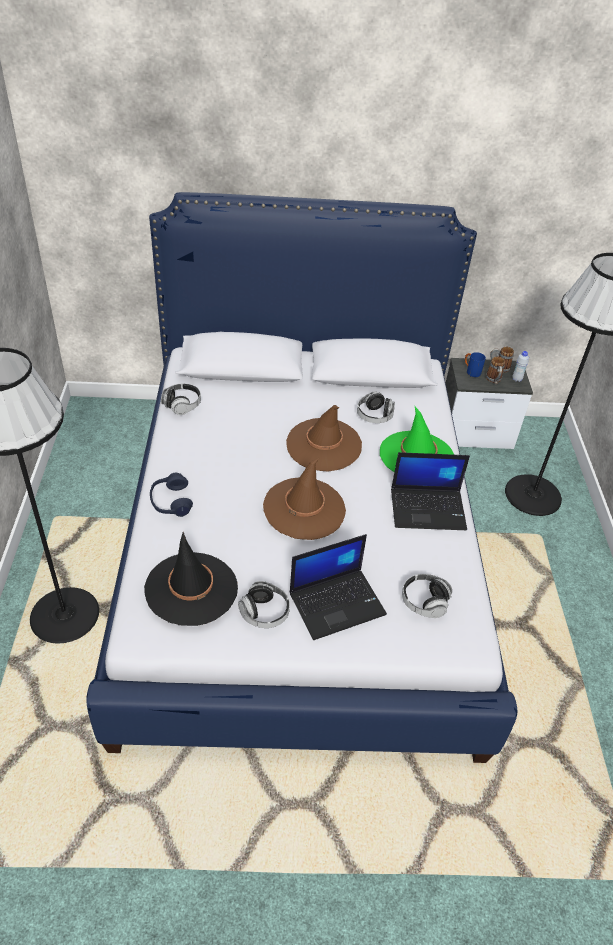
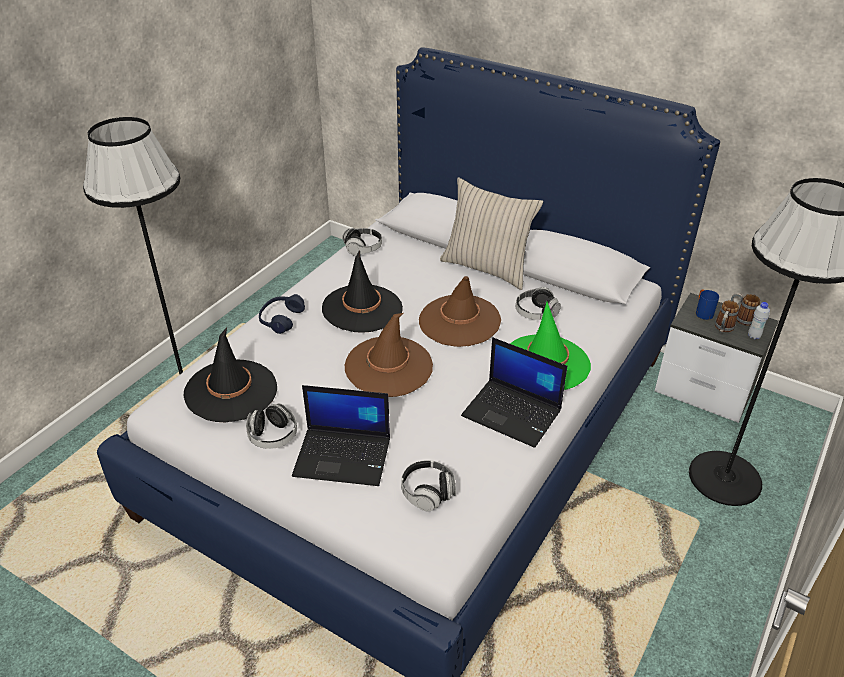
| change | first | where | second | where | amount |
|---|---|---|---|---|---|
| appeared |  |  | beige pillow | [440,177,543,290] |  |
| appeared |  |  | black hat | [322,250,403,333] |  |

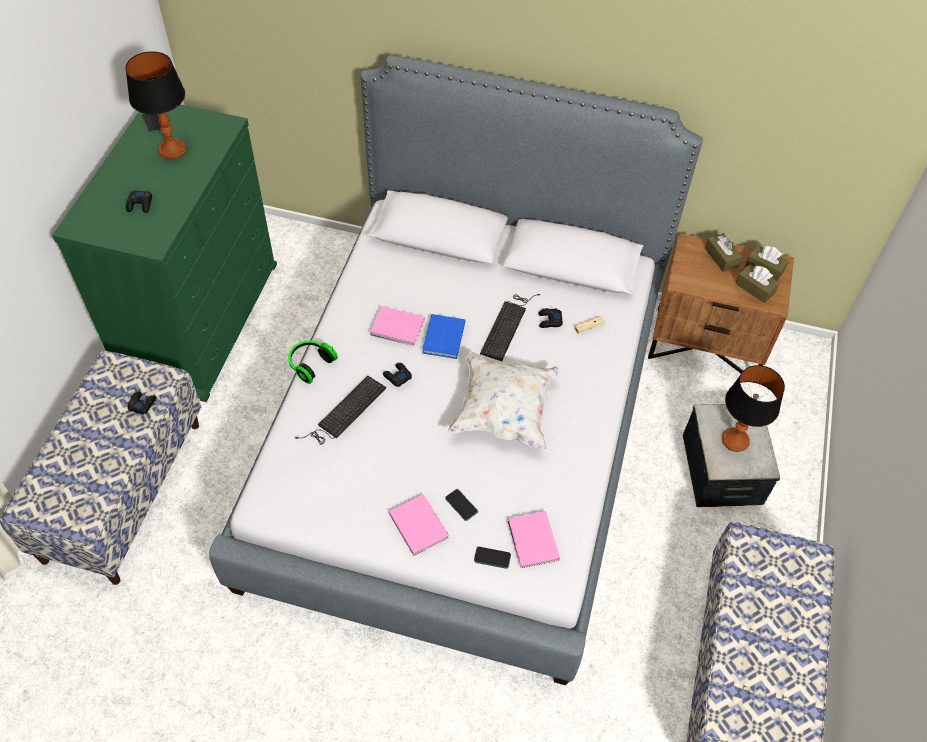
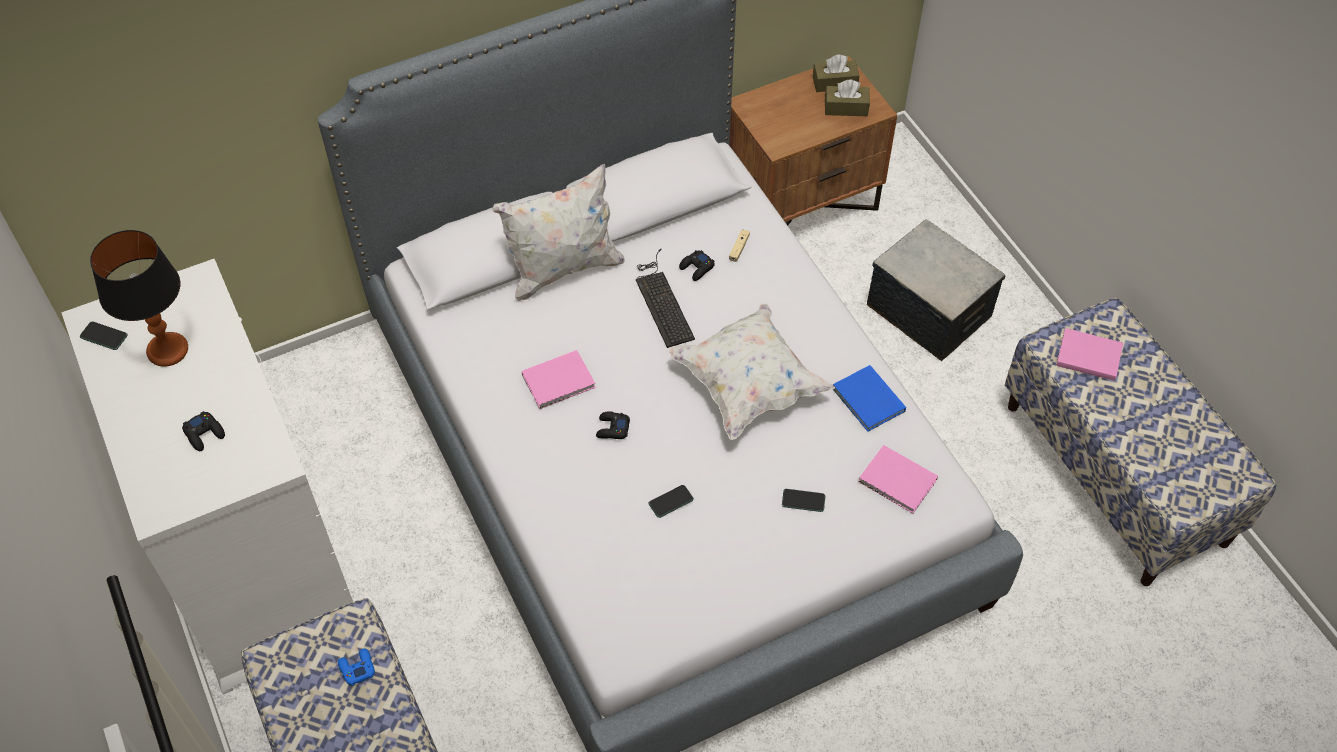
| change | first | where | second | where | amount |
|---|---|---|---|---|---|
| colour | green dresser | [52,104,277,402] | white dresser | [61,259,353,695] |  |
| missing | brown tissue box | [705,233,742,272] |  |  |  |
| relocated | blue book | [422,314,465,359] |  | [833,365,906,432] |  |
| missing | headphones | [288,341,338,384] |  |  |  |
| missing | table lamp | [722,365,785,452] |  |  |  |
| missing | keyboard | [295,376,386,445] |  |  |  |
| colour | black game controller | [128,392,156,414] | blue game controller | [338,649,375,686] |  |
| relocated | pink book | [389,494,449,556] |  | [1056,328,1123,381] |  |
| relocated | phone | [474,547,511,569] |  | [648,485,694,518] |  |
| appeared |  |  | white pillow | [493,164,625,301] |  |

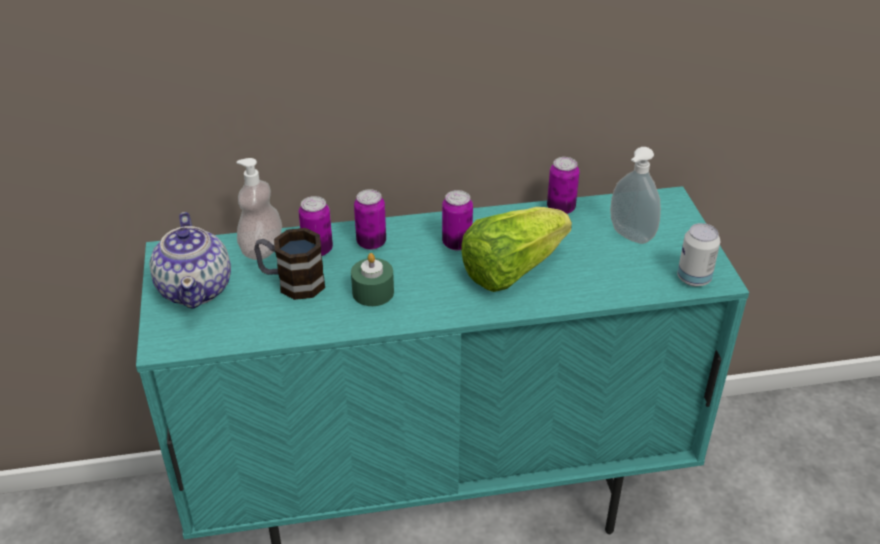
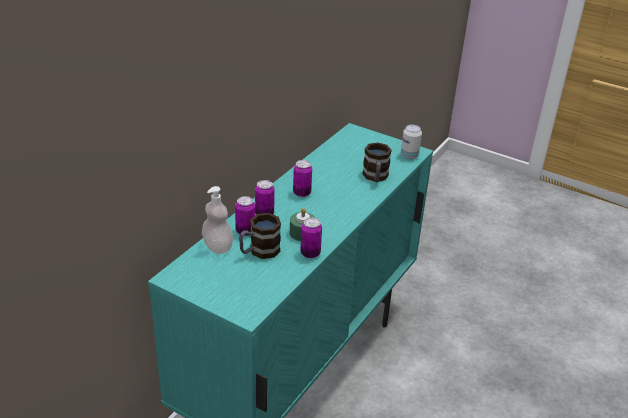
| change | first | where | second | where | amount |
|---|---|---|---|---|---|
| missing | soap dispenser | [610,147,661,244] |  |  |  |
| relocated | can | [547,157,580,214] |  | [300,218,322,258] |  |
| missing | lettuce | [461,207,572,292] |  |  |  |
| missing | teapot | [149,212,231,309] |  |  |  |
| appeared |  |  | mug | [362,142,392,182] |  |

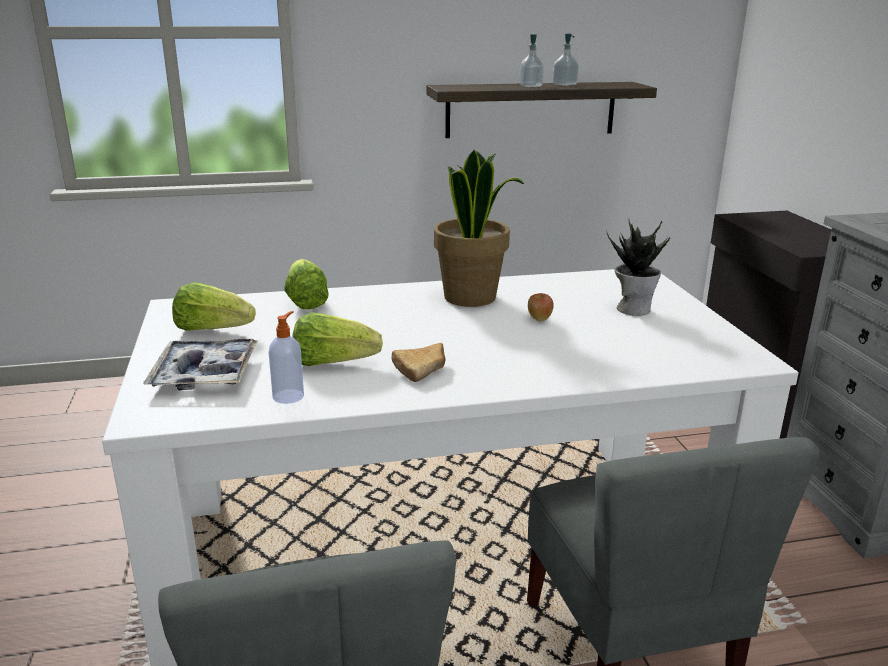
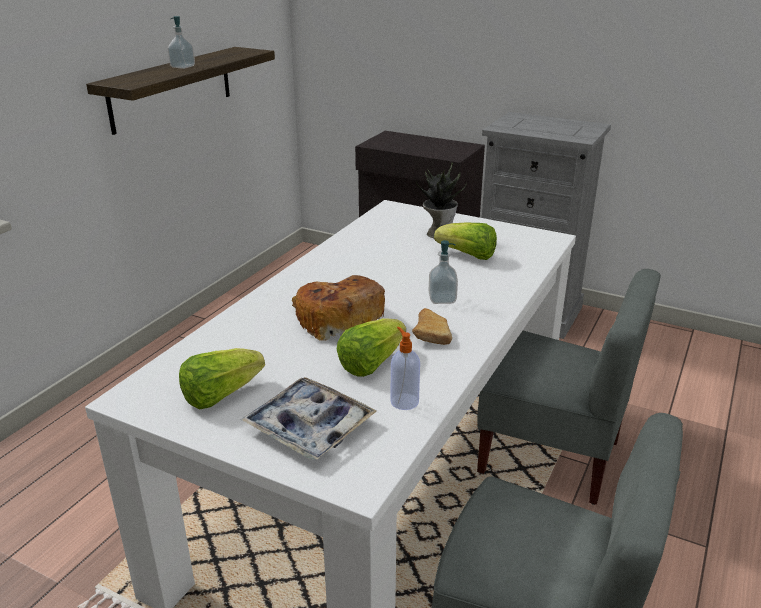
| change | first | where | second | where | amount |
|---|---|---|---|---|---|
| relocated | soap dispenser | [553,34,579,86] |  | [429,240,458,304] |  |
| missing | potted plant | [434,150,524,307] |  |  |  |
| relocated | lettuce | [284,259,329,309] |  | [434,222,497,260] |  |
| missing | apple | [528,293,554,322] |  |  |  |
| appeared |  |  | bread | [292,275,385,341] |  |

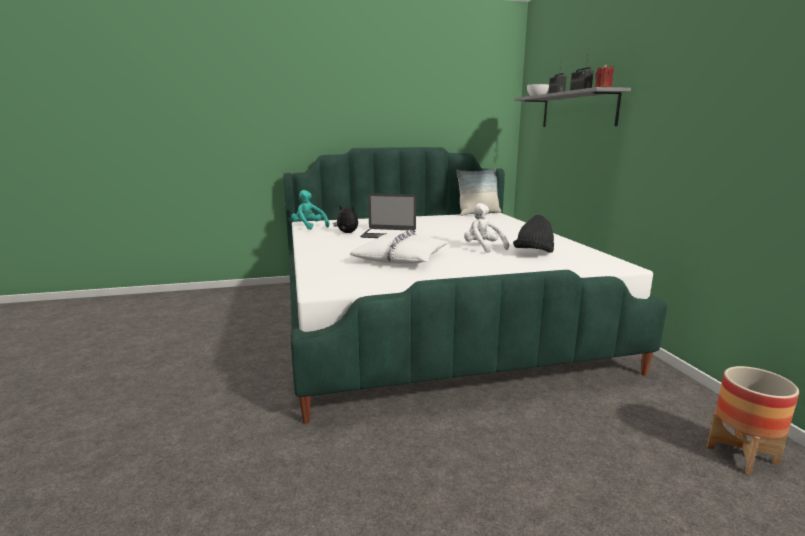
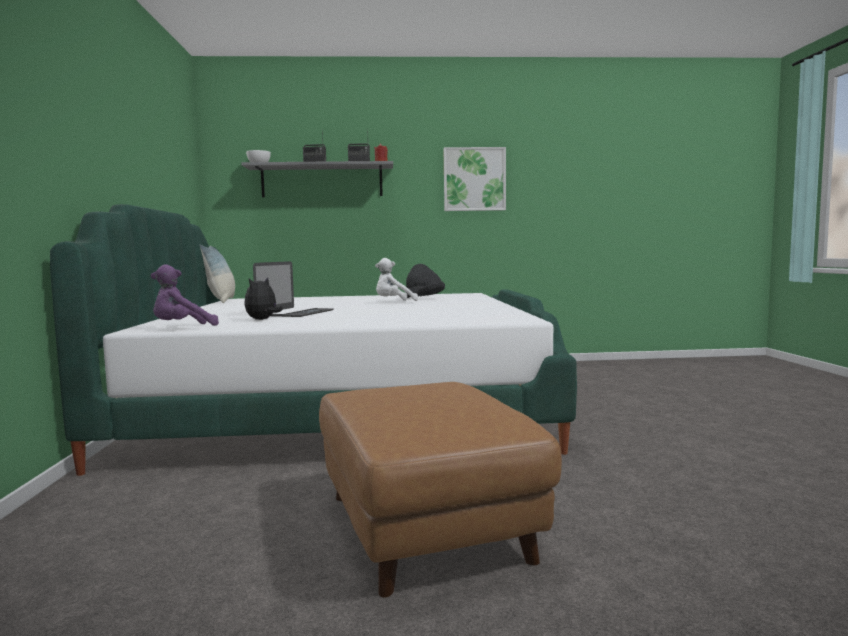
| change | first | where | second | where | amount |
|---|---|---|---|---|---|
| colour | turquoise plush toy | [291,190,329,230] | purple plush toy | [151,264,219,326] |  |
| missing | white pillow | [350,229,449,264] |  |  |  |
| missing | planter | [707,366,799,475] |  |  |  |
| appeared |  |  | picture | [443,147,506,211] |  |
| appeared |  |  | brown ottoman | [319,382,562,598] |  |

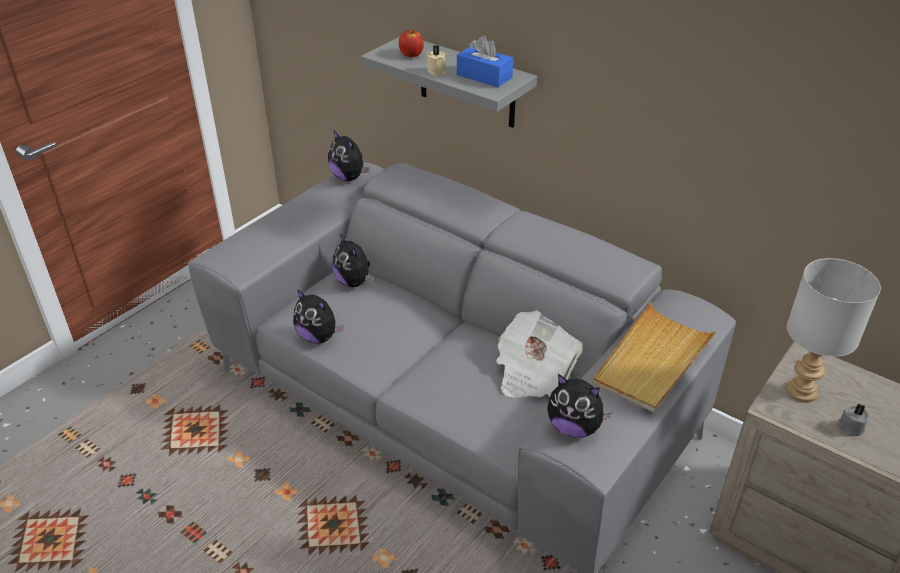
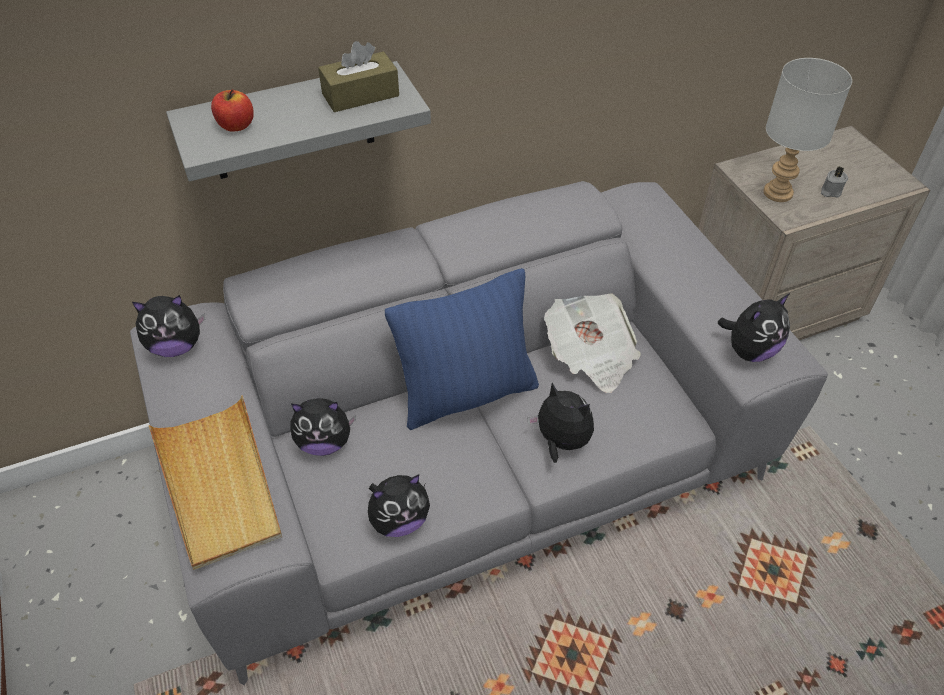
| change | first | where | second | where | amount |
|---|---|---|---|---|---|
| colour | blue tissue box | [457,36,513,87] | brown tissue box | [318,41,399,112] |  |
| missing | beige candle | [426,45,446,76] |  |  |  |
| relocated | beige tray | [593,302,718,413] |  | [149,395,282,570] |  |
| appeared |  |  | blue pillow | [385,268,539,430] |  |
| appeared |  |  | plush toy | [528,383,594,463] |  |

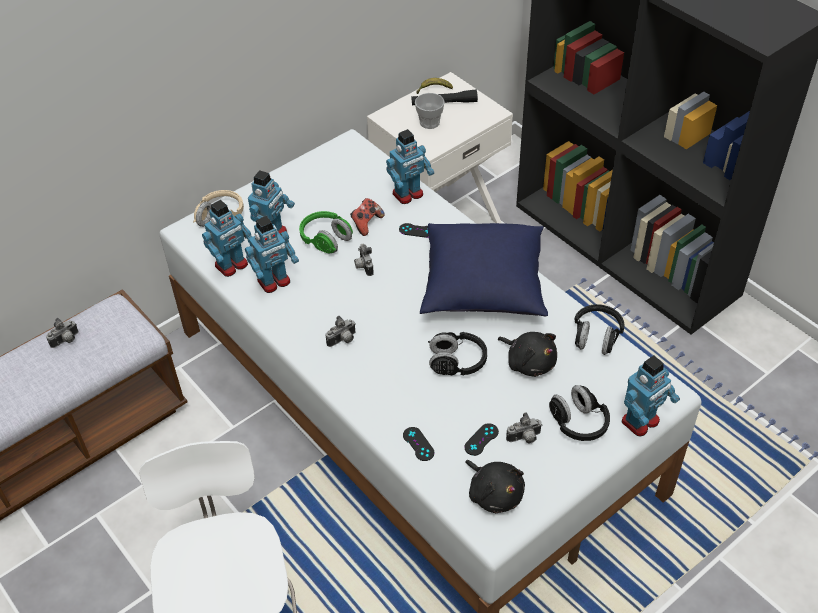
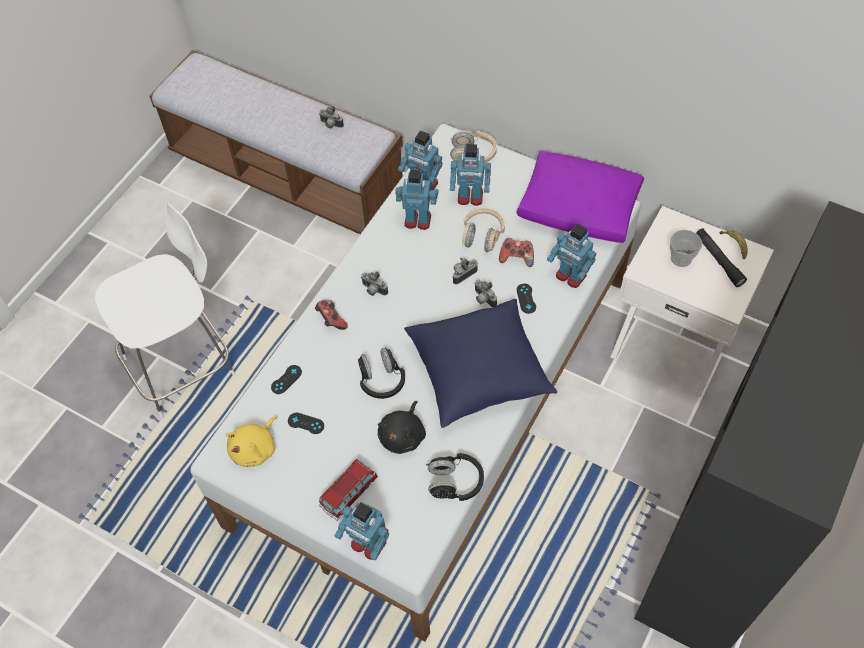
| change | first | where | second | where | amount |
|---|---|---|---|---|---|
| colour | green headphones | [299,211,353,253] | beige headphones | [462,208,505,252] |  |
| spun | toy robot | [245,216,299,293] |  | [395,169,439,230] | 150 degrees clockwise |
| exchanged | black headphones | [549,385,610,441] | toy car | [319,458,378,521] |  |
| relocated | photo camera | [506,412,542,444] |  | [474,279,497,307] |  |
| colour | black plush toy | [465,460,525,513] | yellow plush toy | [226,417,277,467] |  |
| appeared |  |  | purple pillow | [517,151,644,243] |  |
| appeared |  |  | game controller | [315,300,348,330] |  |

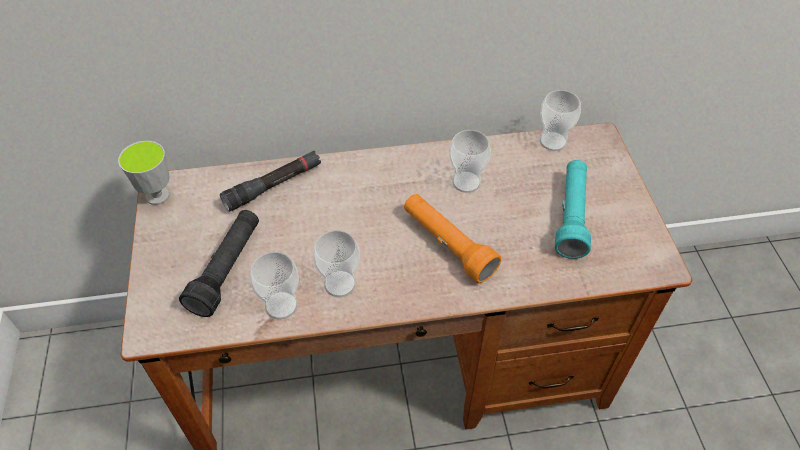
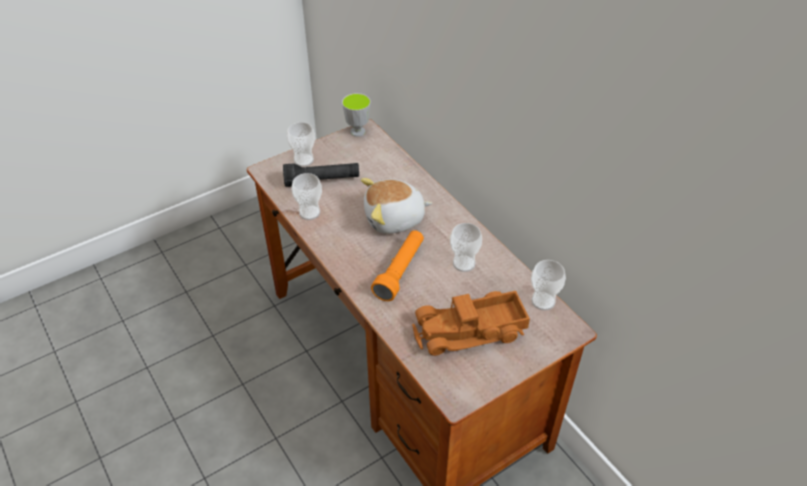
| change | first | where | second | where | amount |
|---|---|---|---|---|---|
| missing | black flashlight | [220,151,321,212] |  |  |  |
| exchanged | turquoise flashlight | [555,160,591,259] | toy truck | [412,291,530,356] |  |
| relocated | cup | [313,230,360,297] |  | [287,122,315,167] |  |
| appeared |  |  | plush toy | [361,178,432,234] |  |

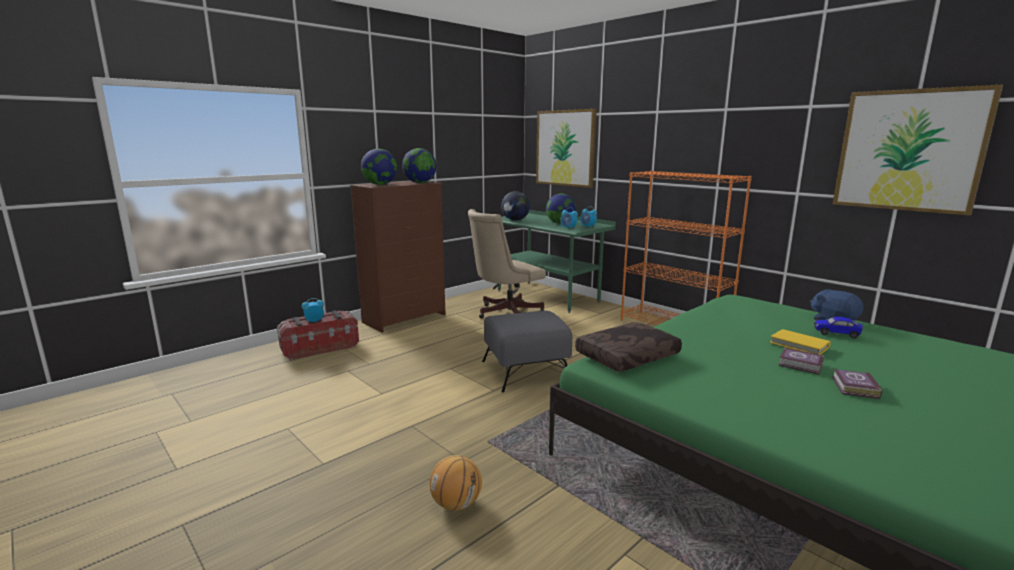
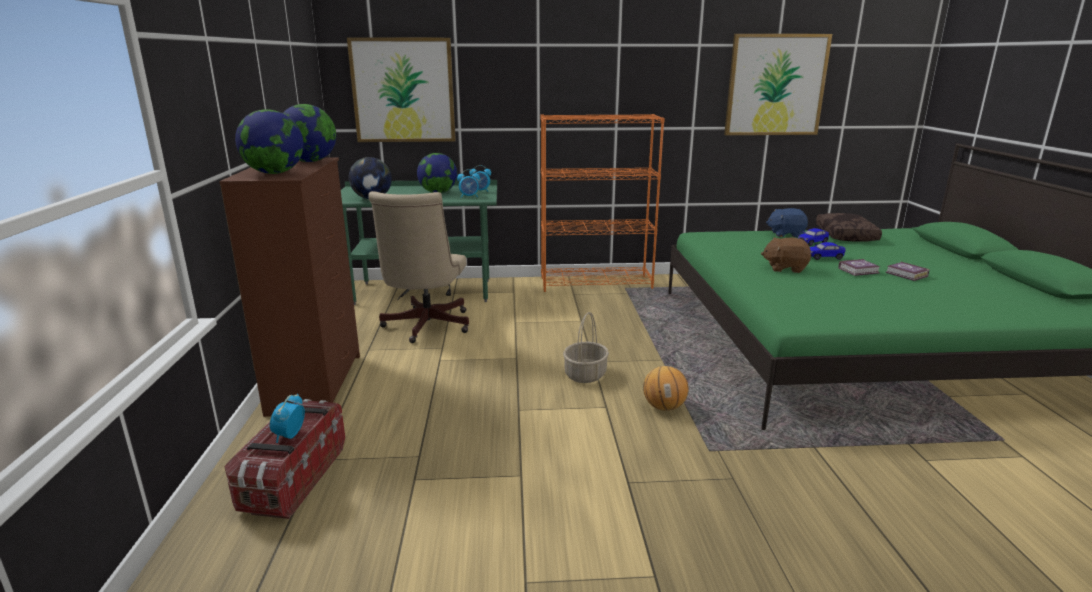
| change | first | where | second | where | amount |
|---|---|---|---|---|---|
| exchanged | grey ottoman | [482,311,572,392] | basket | [563,312,609,383] |  |
| relocated | brown pillow | [575,322,682,372] |  | [816,213,882,241] |  |
| exchanged | yellow book | [770,329,831,355] | toy car | [810,242,846,260] |  |
| relocated | basketball | [430,455,482,511] |  | [643,366,689,411] |  |
| appeared |  |  | brown plush toy | [761,238,811,273] |  |

